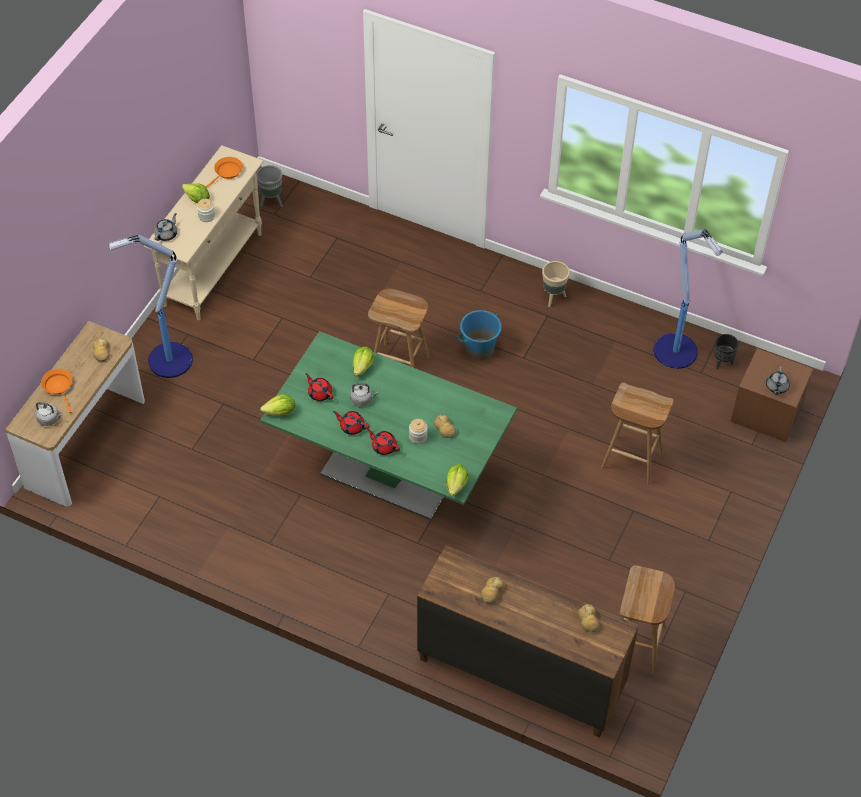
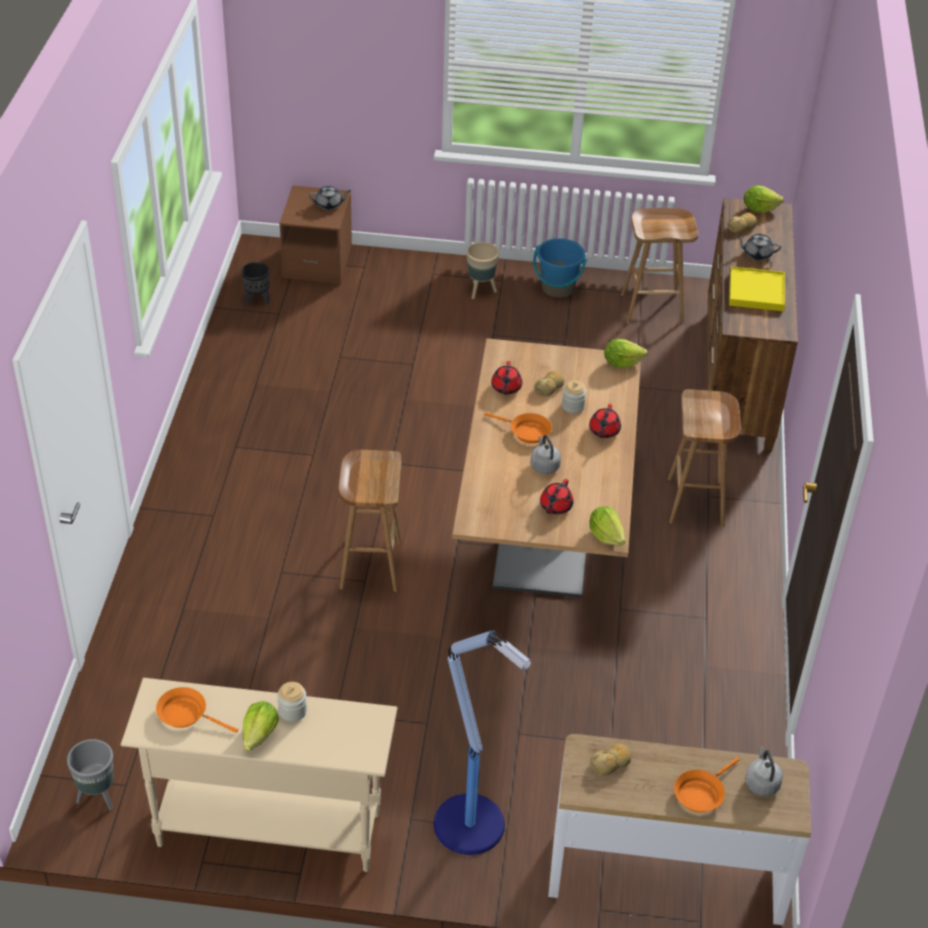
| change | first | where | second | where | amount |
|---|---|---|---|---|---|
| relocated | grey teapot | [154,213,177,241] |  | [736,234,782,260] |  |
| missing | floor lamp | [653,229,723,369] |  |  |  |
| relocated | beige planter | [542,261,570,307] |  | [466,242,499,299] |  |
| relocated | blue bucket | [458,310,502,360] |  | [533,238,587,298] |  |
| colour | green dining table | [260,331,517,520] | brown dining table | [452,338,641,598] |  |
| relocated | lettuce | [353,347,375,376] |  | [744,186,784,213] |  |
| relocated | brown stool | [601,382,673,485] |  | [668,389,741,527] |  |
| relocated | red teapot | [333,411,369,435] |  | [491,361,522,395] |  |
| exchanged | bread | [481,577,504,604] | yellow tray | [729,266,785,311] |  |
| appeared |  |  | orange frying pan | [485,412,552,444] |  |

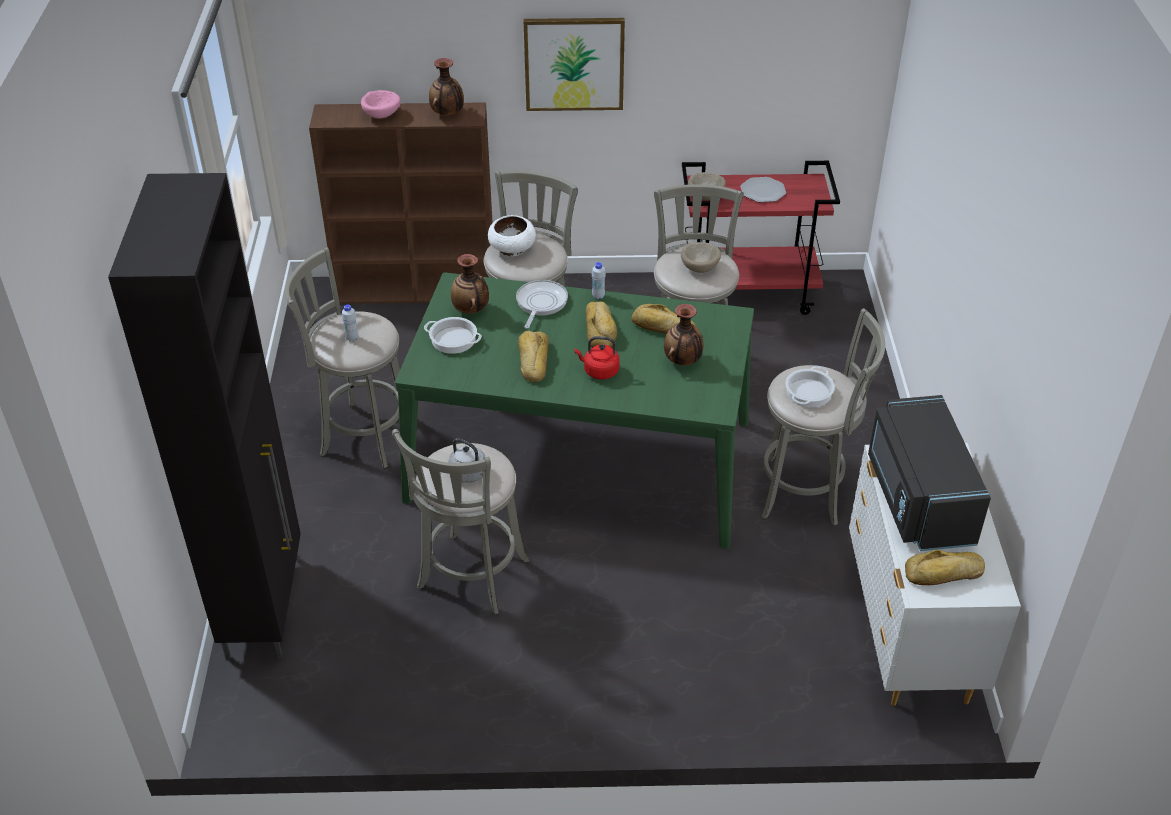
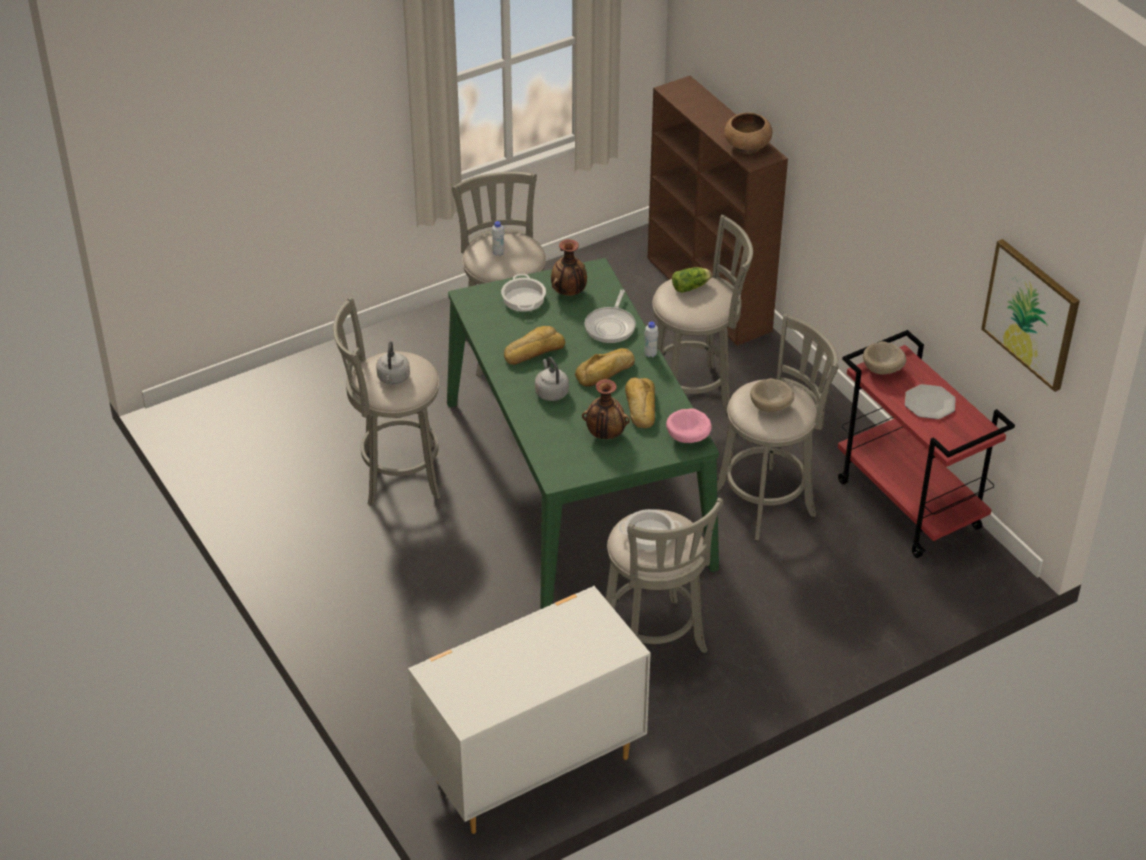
| change | first | where | second | where | amount |
|---|---|---|---|---|---|
| relocated | picture | [524,18,625,111] |  | [981,239,1080,392] |  |
| exchanged | vase | [429,58,464,115] | brown bowl | [724,112,772,154] |  |
| relocated | pink bowl | [361,90,401,119] |  | [666,408,712,443] |  |
| missing | black cabinet | [108,173,301,660] |  |  |  |
| exchanged | white bowl | [488,215,536,256] | lettuce | [672,267,711,293] |  |
| spun | frying pan | [516,280,568,329] |  | [585,289,636,343] | 120 degrees clockwise |
| colour | red kettle | [575,336,619,379] | grey kettle | [535,357,569,401] |  |
| missing | black microwave | [868,395,991,551] |  |  |  |
| missing | bread | [905,550,985,585] |  |  |  |

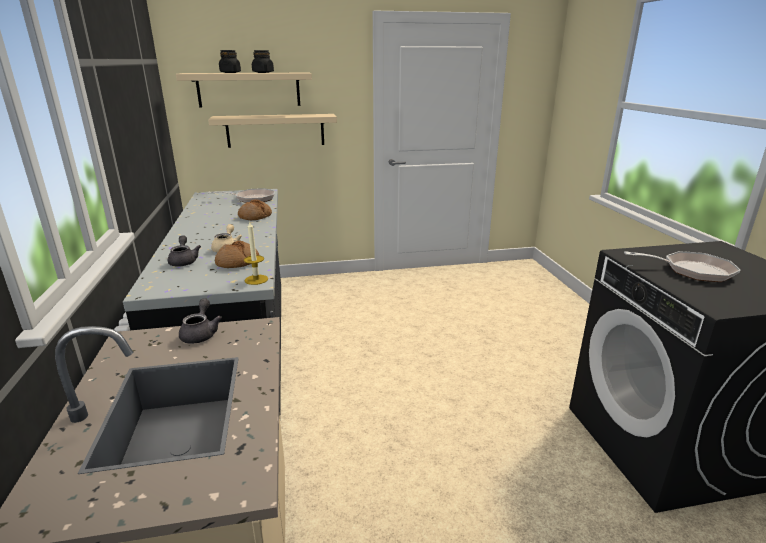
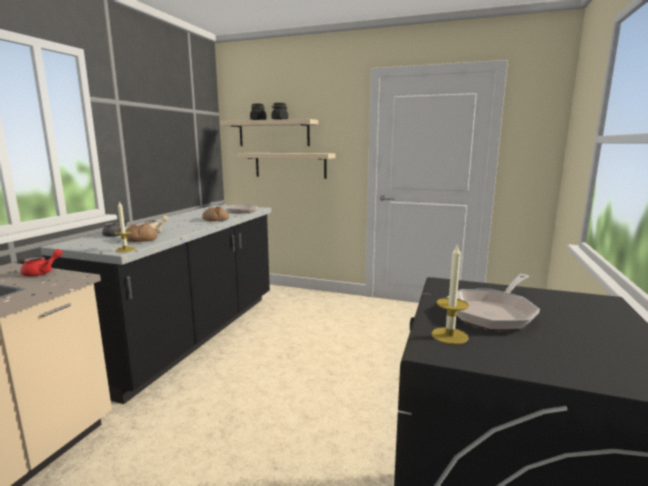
| change | first | where | second | where | amount |
|---|---|---|---|---|---|
| spun | frying pan | [624,251,741,282] |  | [446,274,540,330] | 90 degrees clockwise |
| colour | grey teapot | [179,298,222,344] | red teapot | [21,249,63,277] |  |
| appeared |  |  | candle | [432,243,469,345] |  |

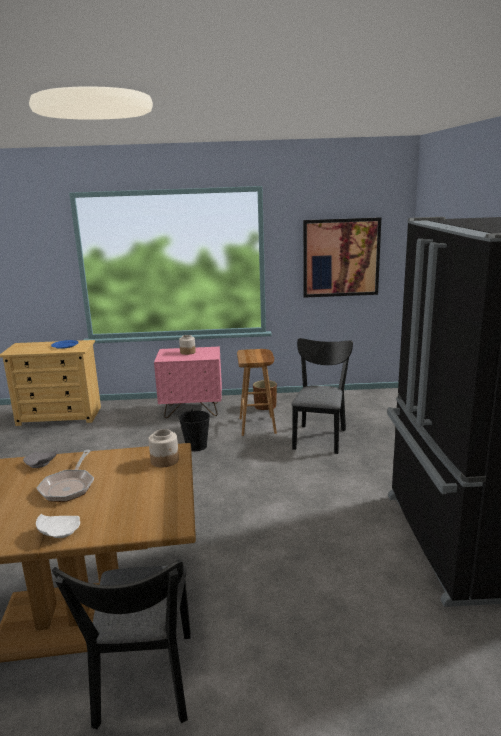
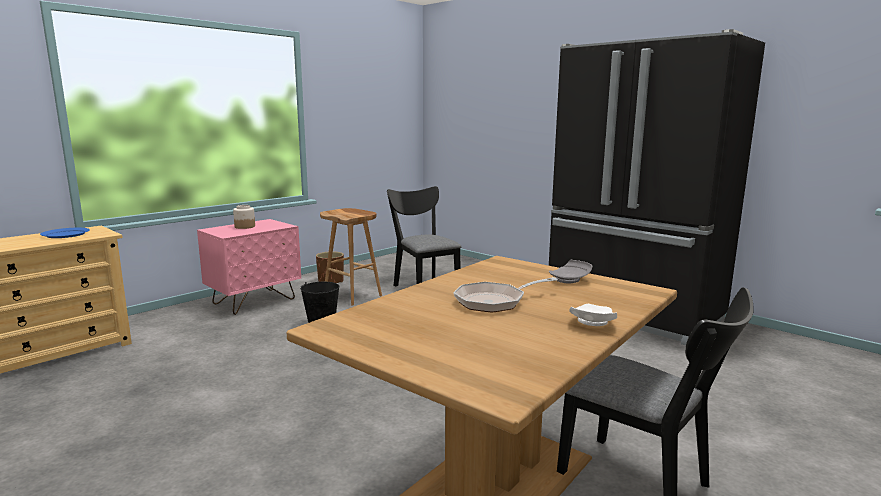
| change | first | where | second | where | amount |
|---|---|---|---|---|---|
| missing | picture | [303,217,381,298] |  |  |  |
| missing | jar | [148,429,179,467] |  |  |  |
| relocated | grey plate | [23,449,58,468] |  | [549,260,592,283] |  |
| spun | frying pan | [37,450,94,502] |  | [453,277,558,313] | 105 degrees clockwise |

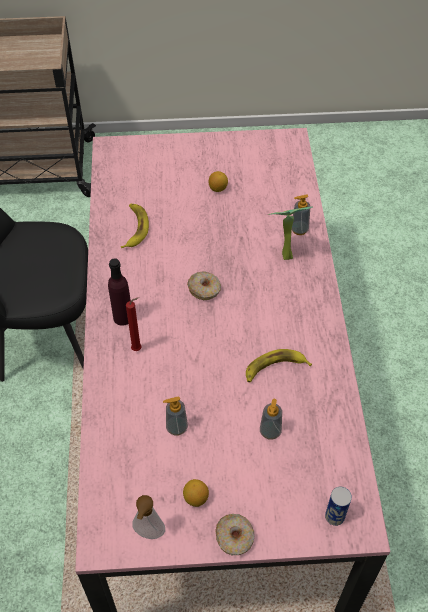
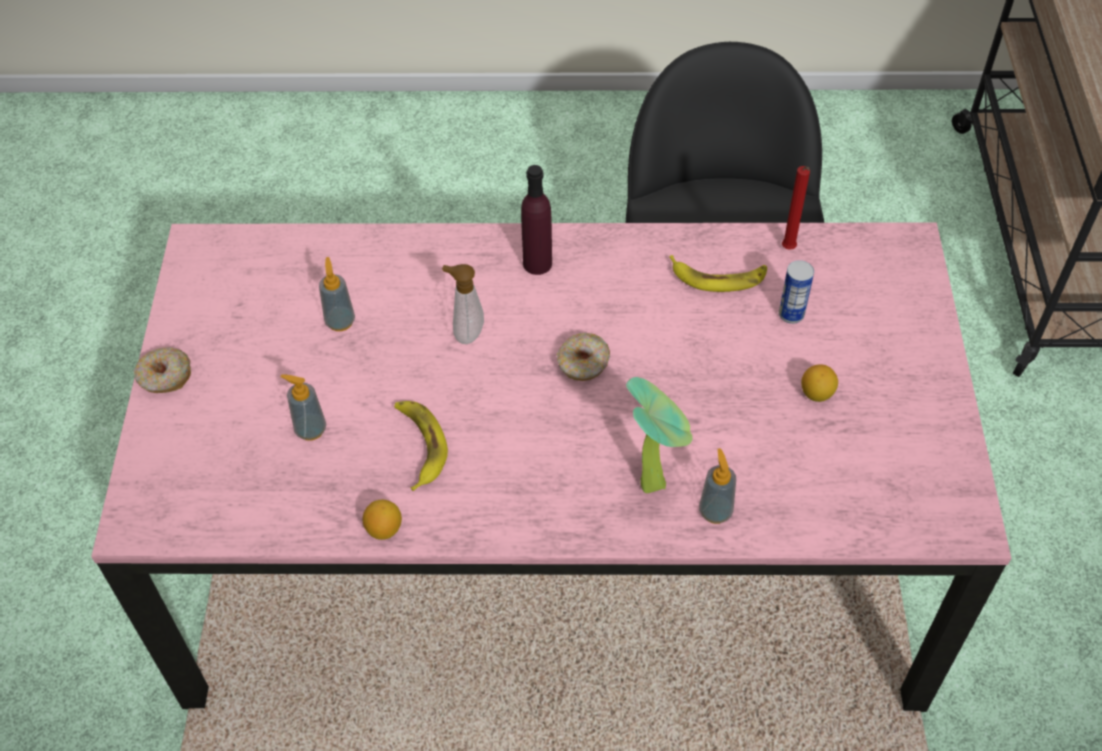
| change | first | where | second | where | amount |
|---|---|---|---|---|---|
| relocated | red candle | [126,297,142,351] |  | [782,166,810,250] |  |
| relocated | lemon | [183,479,209,507] |  | [363,500,402,540] |  |
| relocated | can | [325,487,352,526] |  | [779,260,814,324] |  |
| relocated | soap dispenser | [132,495,165,539] |  | [442,264,484,344] |  |

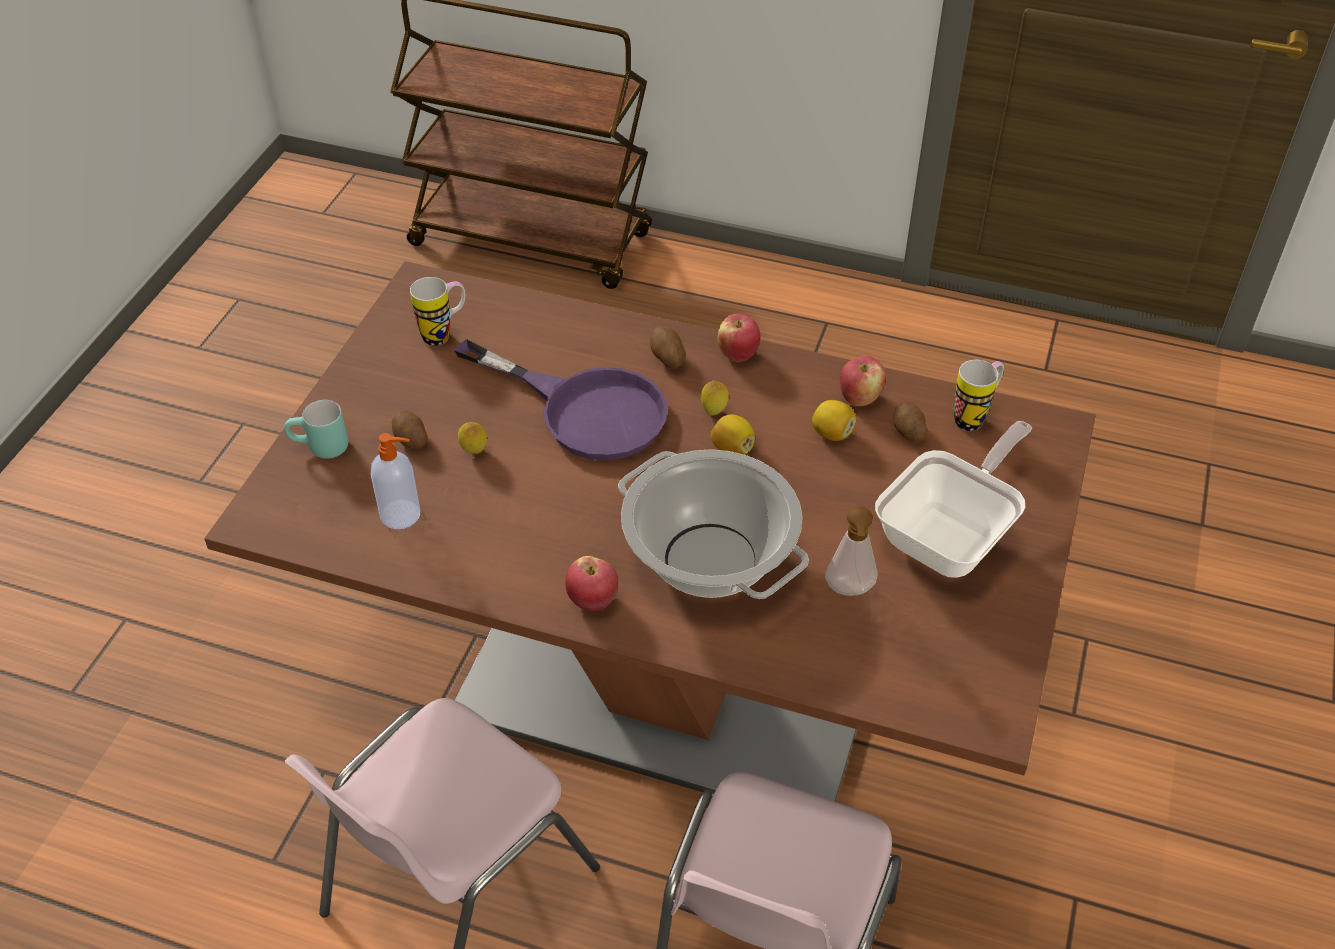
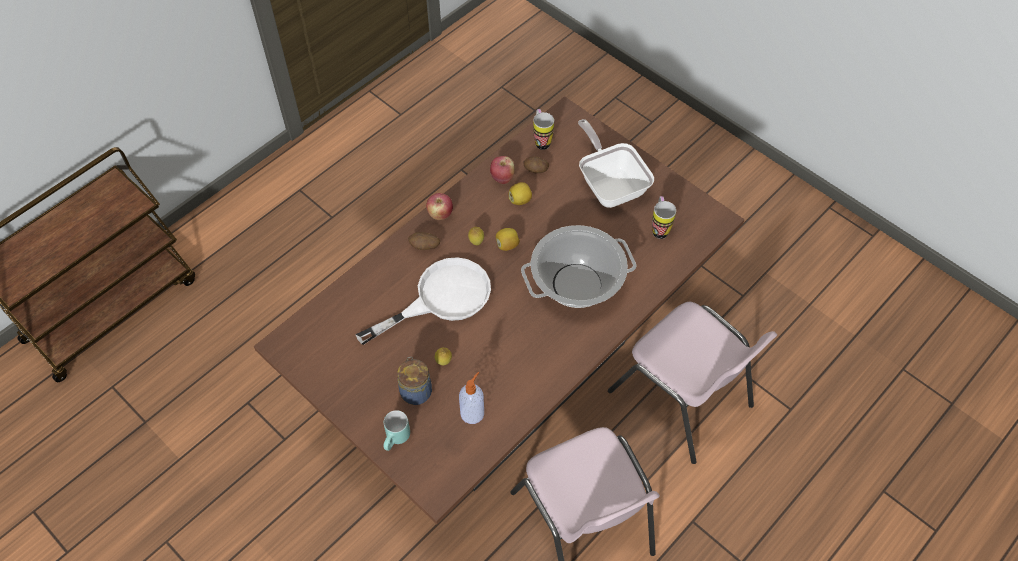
| change | first | where | second | where | amount |
|---|---|---|---|---|---|
| relocated | mug | [410,277,465,346] |  | [652,196,676,239] |  |
| colour | purple frying pan | [454,339,668,460] | white frying pan | [355,257,491,345] |  |
| exchanged | potato | [392,410,428,449] | jar | [398,357,432,405] |  |
| missing | soap dispenser | [825,506,878,596] |  |  |  |
| missing | apple | [566,556,618,611] |  |  |  |

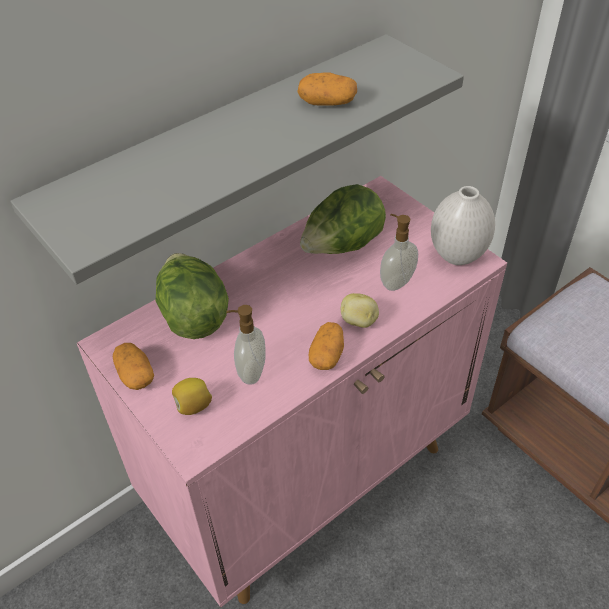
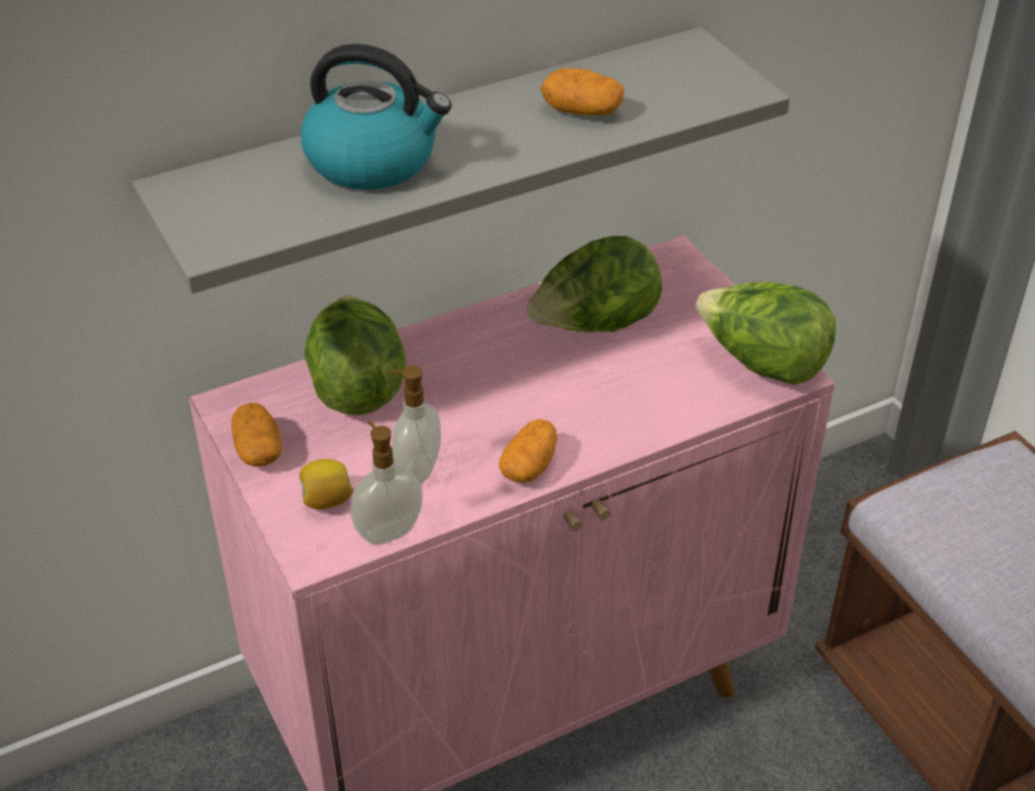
| change | first | where | second | where | amount |
|---|---|---|---|---|---|
| exchanged | white vase | [431,186,495,265] | lettuce | [696,282,836,385] |  |
| relocated | soap dispenser | [380,214,418,291] |  | [351,421,423,545] |  |
| missing | potato | [341,293,379,328] |  |  |  |
| appeared |  |  | kettle | [301,44,452,190] |  |

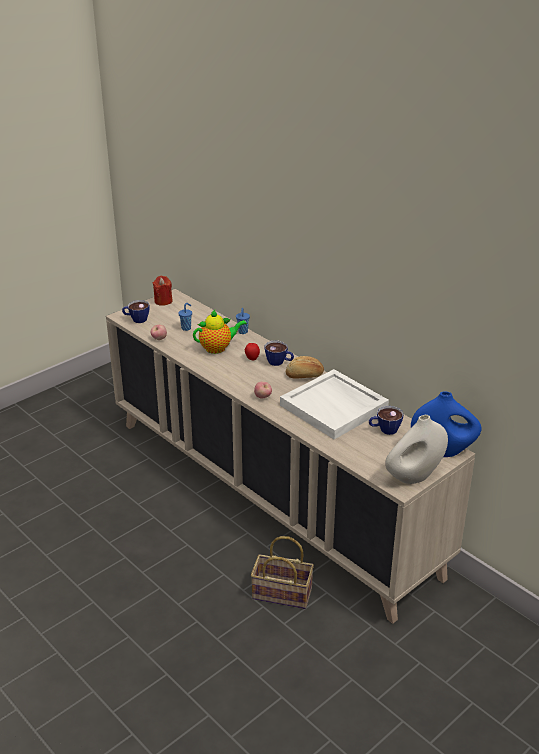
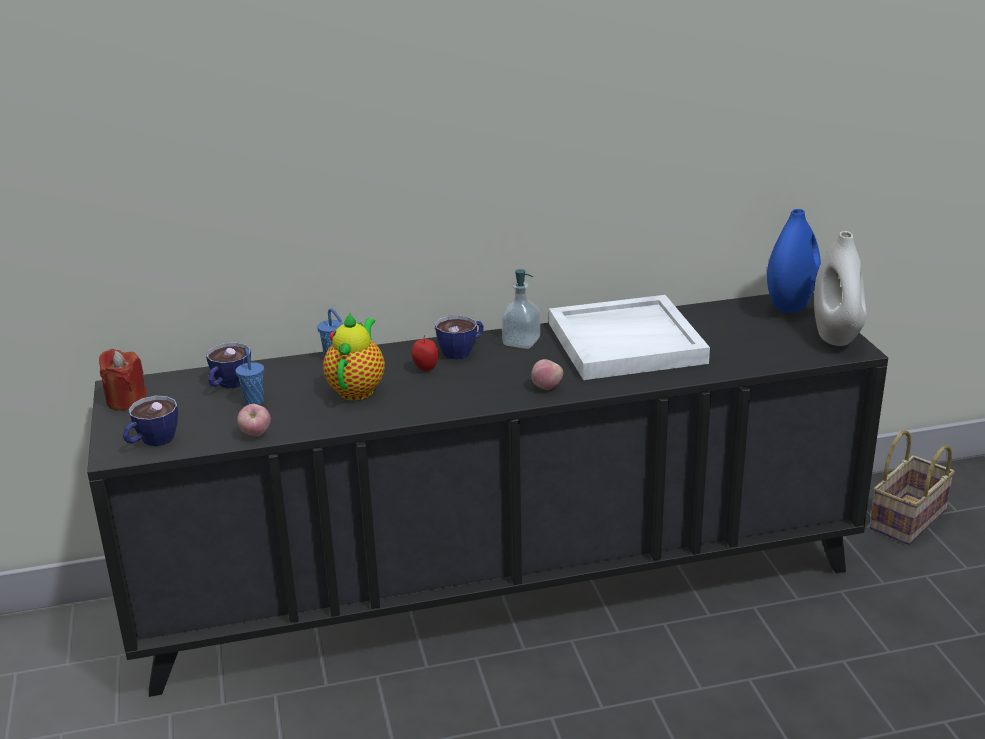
| change | first | where | second | where | amount |
|---|---|---|---|---|---|
| colour | beige cabinet | [106,289,475,624] | black cabinet | [87,293,888,697] |  |
| exchanged | bread | [286,356,324,379] | soap dispenser | [502,269,540,349] |  |
| relocated | cup | [369,406,404,435] |  | [206,342,251,389] |  |
| relocated | basket | [251,536,314,609] |  | [870,430,955,545] |  |

